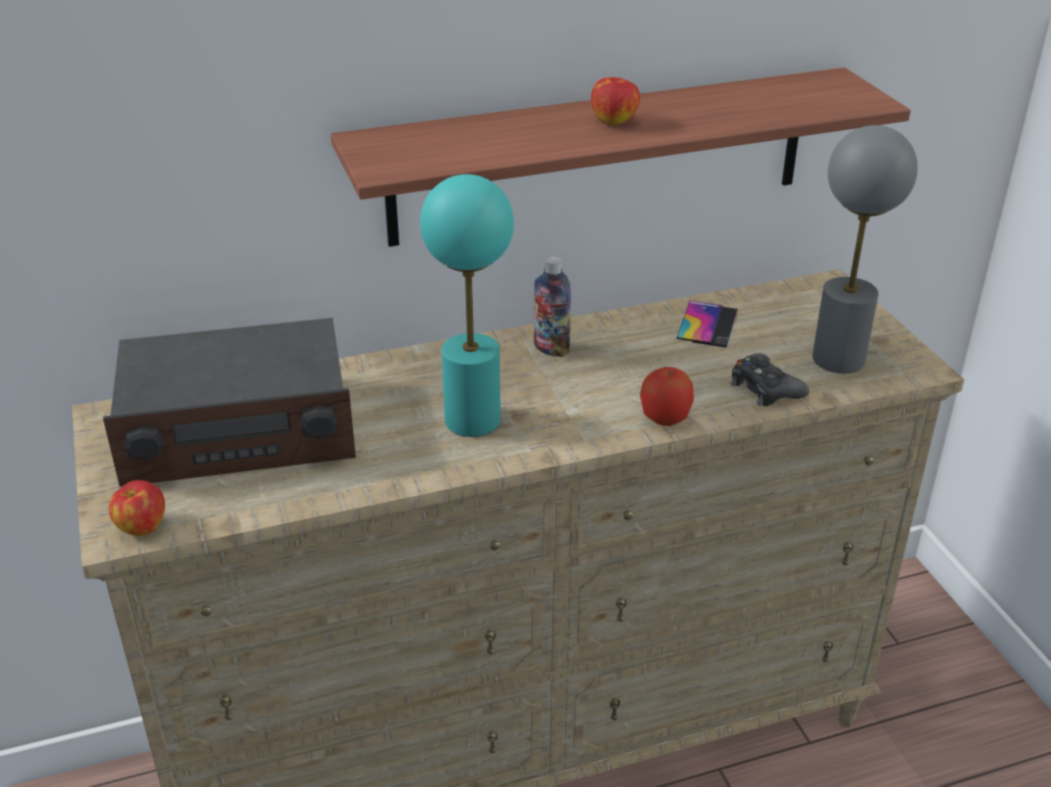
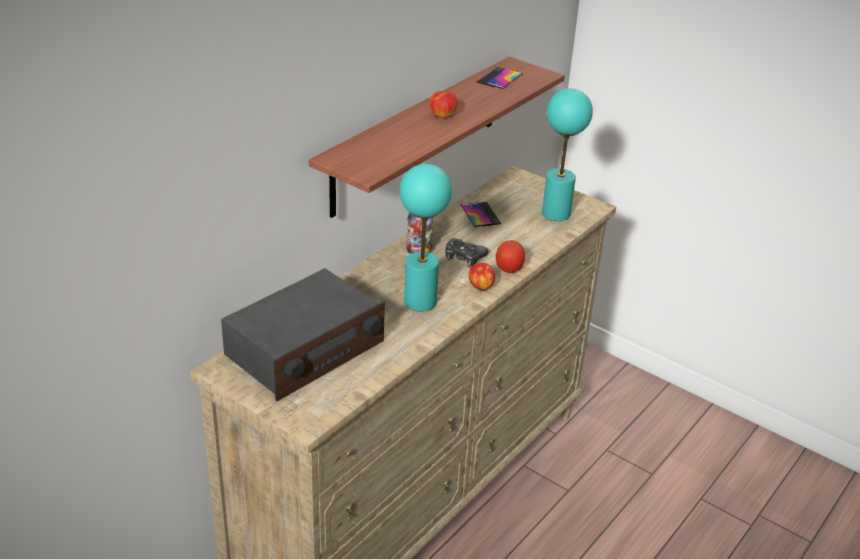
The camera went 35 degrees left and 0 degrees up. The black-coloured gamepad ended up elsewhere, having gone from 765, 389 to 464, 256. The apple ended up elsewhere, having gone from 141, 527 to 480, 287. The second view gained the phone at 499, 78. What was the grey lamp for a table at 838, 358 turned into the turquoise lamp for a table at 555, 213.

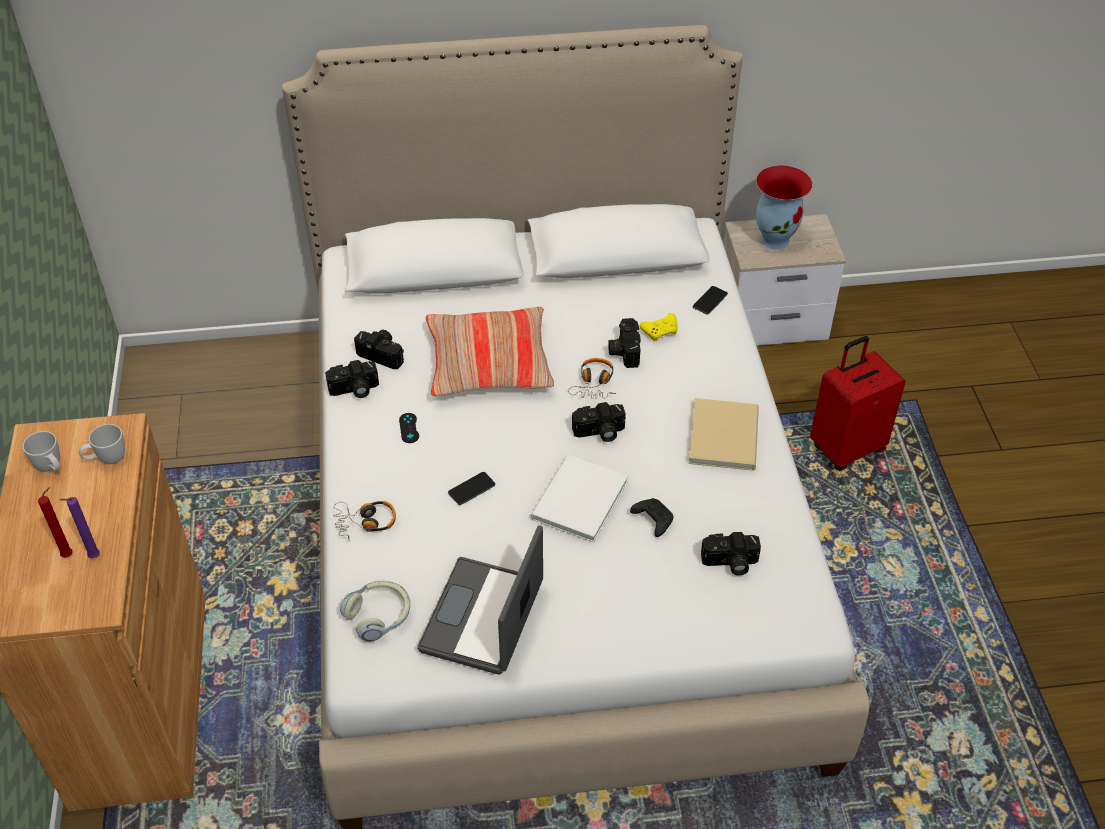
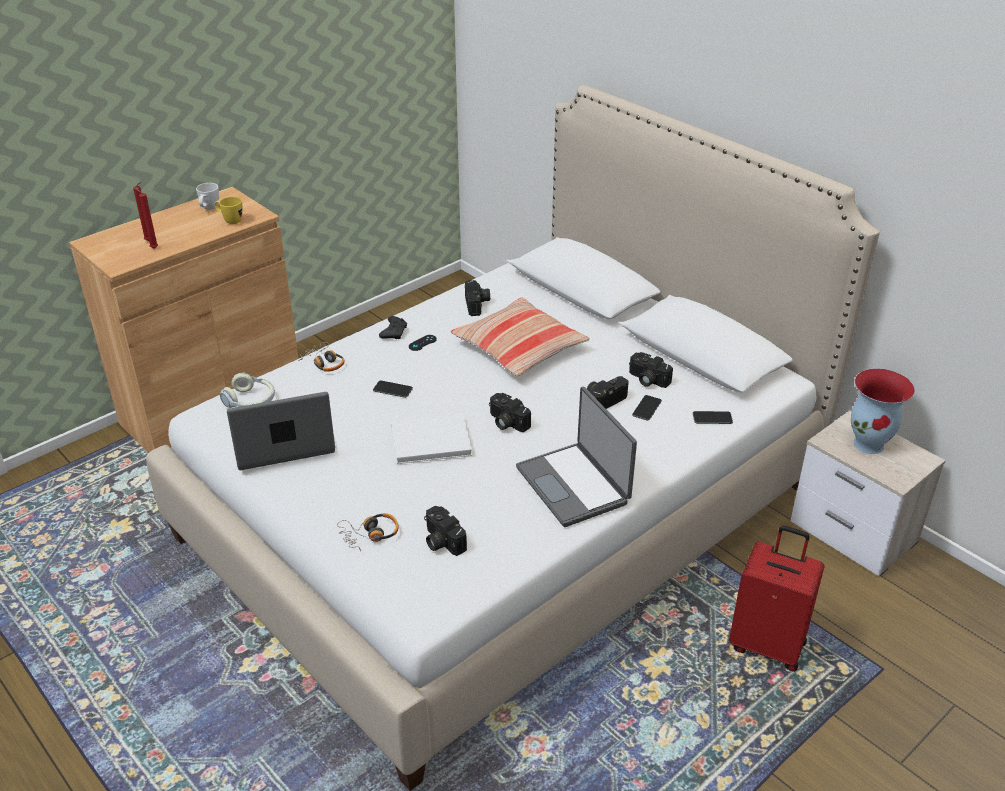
The camera went 55 degrees right and 10 degrees down. What was the purple candle at 92, 557 turned into the red-coloured candle at 153, 248. What was the whitish coffee mug at 107, 460 turned into the yellow coffee mug at 230, 221. The headset ended up elsewhere, having gone from 594, 384 to 370, 535. The black-coloured gamepad ended up elsewhere, having gone from 652, 520 to 394, 332. Where the sand-coloured volume stood at 726, 434, the laptop came to stand at 574, 485. The still camera ended up elsewhere, having gone from 354, 390 to 647, 380. Where the yellow gamepad stood at 661, 331, the phone came to stand at 646, 408.

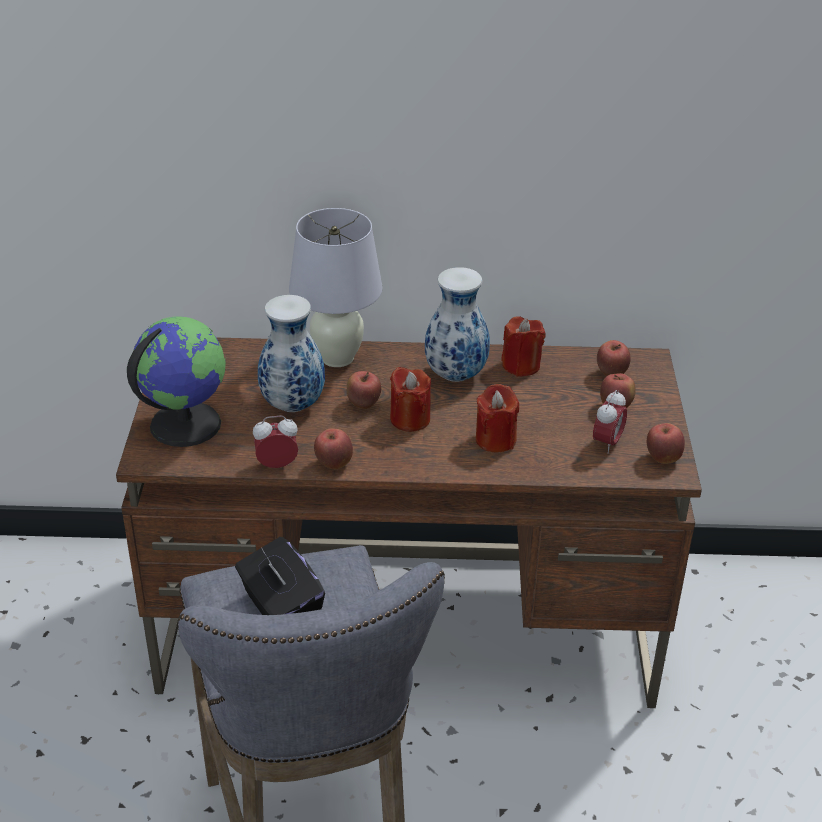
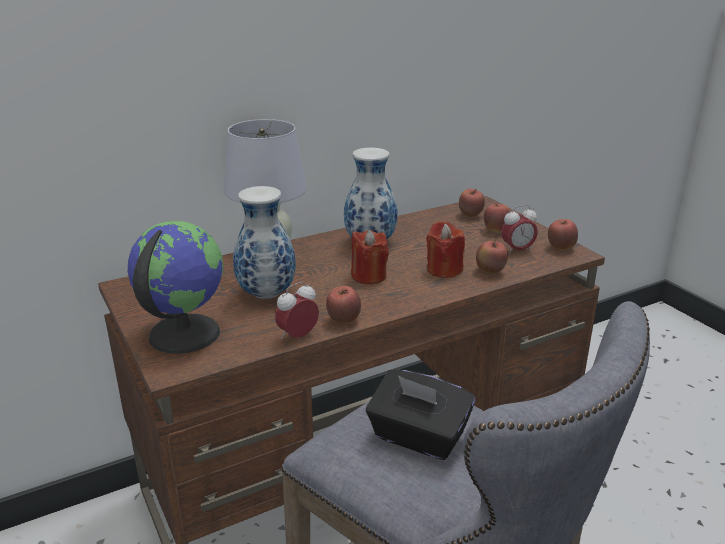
The camera went 30 degrees left and 10 degrees down. The apple ended up elsewhere, having gone from 363, 405 to 490, 271. The bedside clock at 607, 443 ended up facing another way, 75 degrees clockwise from before. The second view lost the red-coloured candle at 521, 365.

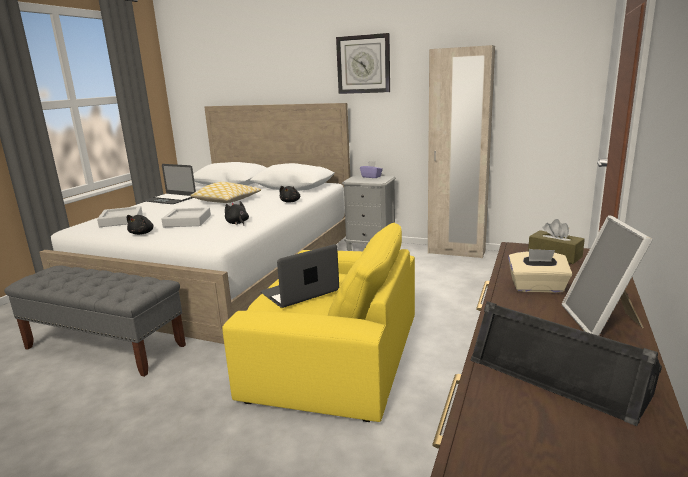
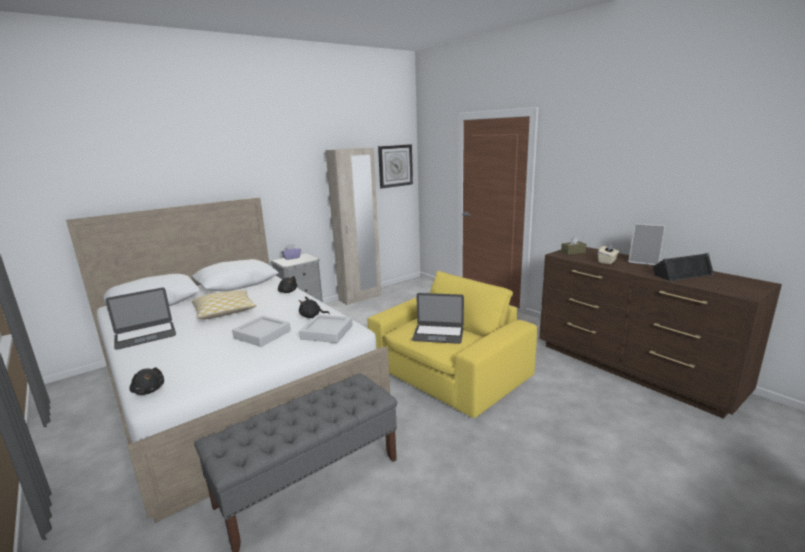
The camera went 60 degrees left and 0 degrees up. The black-coloured cuddly toy ended up elsewhere, having gone from 142, 233 to 149, 390. The grey serving tray ended up elsewhere, having gone from 121, 220 to 327, 332. The clock on the wall ended up elsewhere, having gone from 363, 64 to 395, 166. The laptop at 299, 292 ended up facing another way, 75 degrees counterclockwise from before.

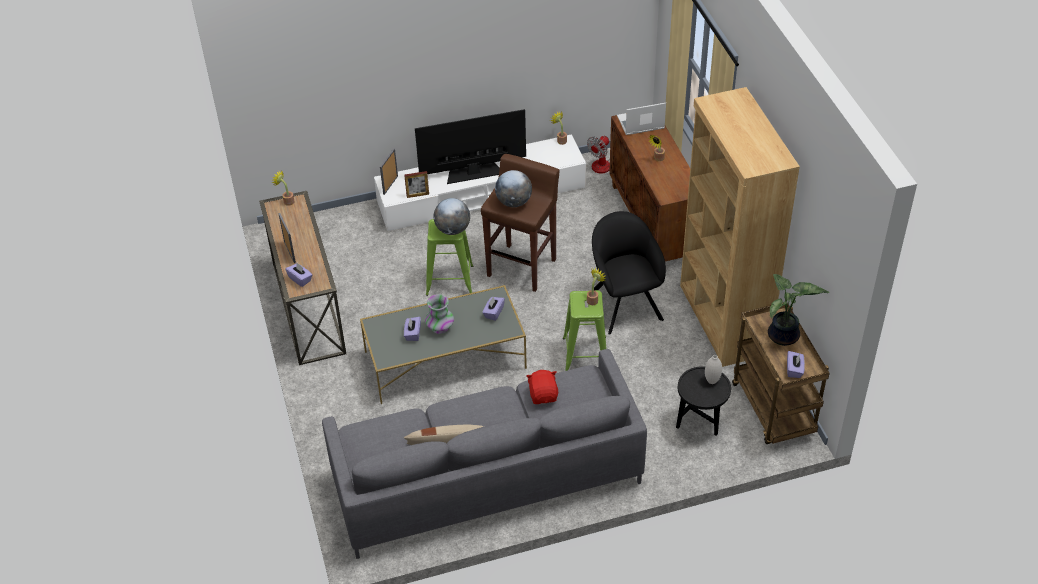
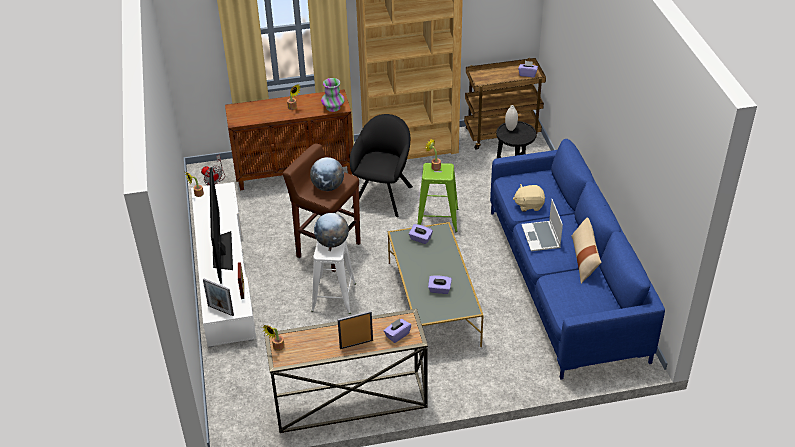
The camera went 85 degrees left and 5 degrees down. What was the green-coloured sitting stool at 450, 280 turned into the whitish sitting stool at 334, 297. The decorative vase ended up elsewhere, having gone from 440, 327 to 333, 108. The black-coloured lounge chair at 624, 303 ended up facing another way, 120 degrees clockwise from before. What was the grey sofa at 486, 477 turned into the blue-coloured sofa at 564, 282. What was the red-coloured cuddly toy at 543, 395 turned into the sand-coloured cuddly toy at 529, 205. The laptop ended up elsewhere, having gone from 640, 123 to 541, 237. The second view lost the plant in a pot at 784, 337.

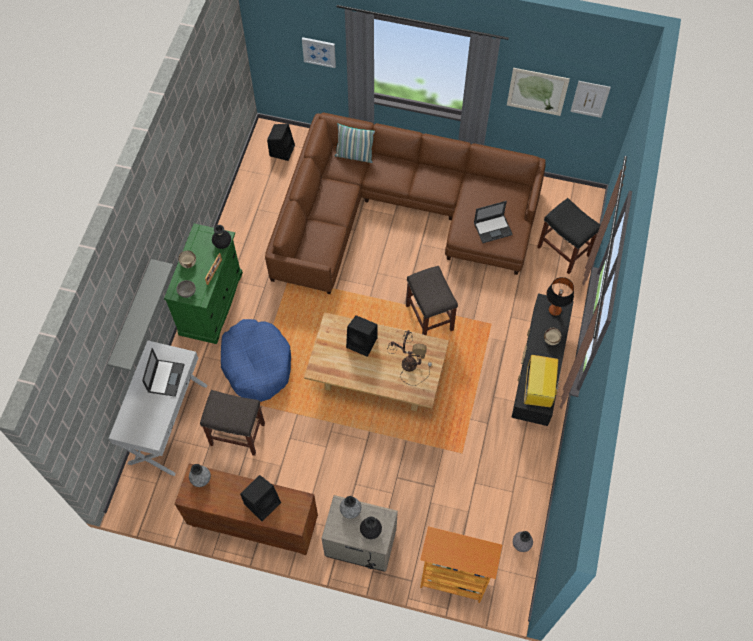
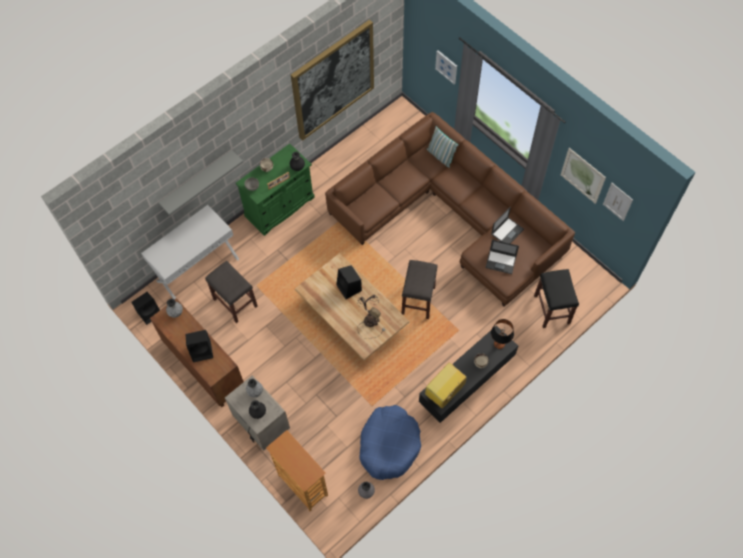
The camera went 35 degrees right and 0 degrees up. The black-coloured audio speaker ended up elsewhere, having gone from 282, 150 to 150, 312. The second view gained the wall picture at 333, 80. The blue-coloured dog bed ended up elsewhere, having gone from 256, 364 to 389, 445. The laptop ended up elsewhere, having gone from 166, 377 to 507, 231.

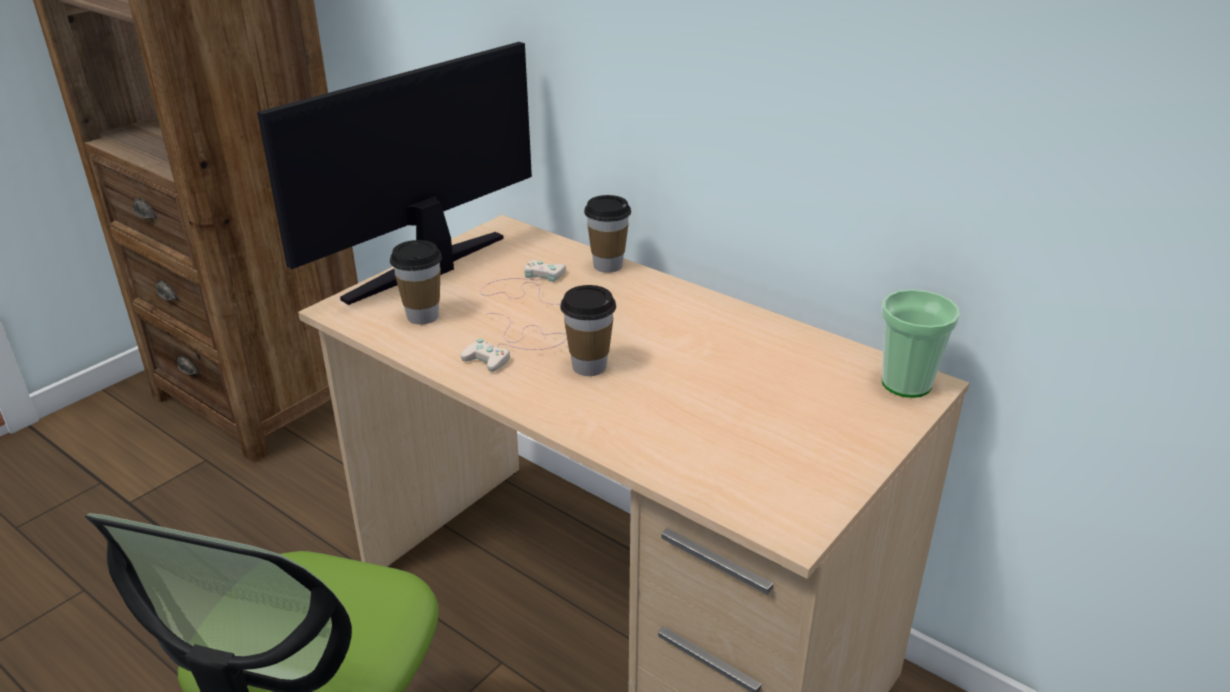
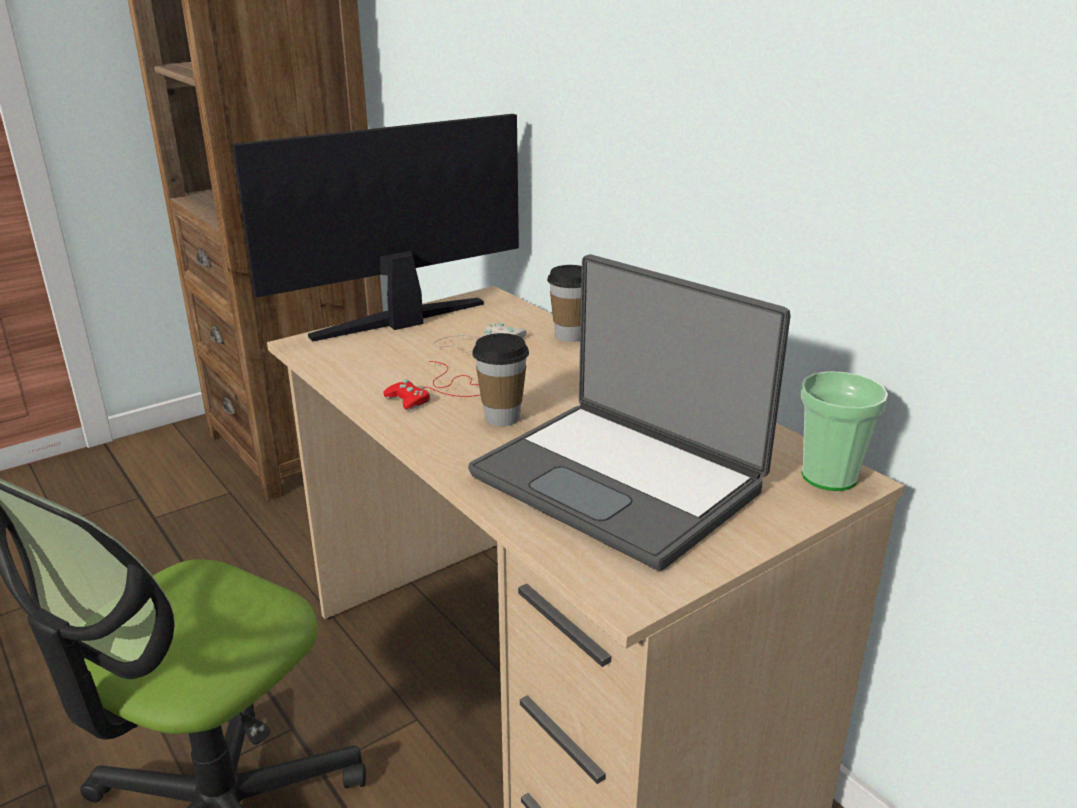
The camera went 15 degrees right and 5 degrees down. What was the whitish gamepad at 515, 346 turned into the red-coloured gamepad at 441, 392. The second view gained the laptop at 620, 481. The second view lost the cup at 422, 316.

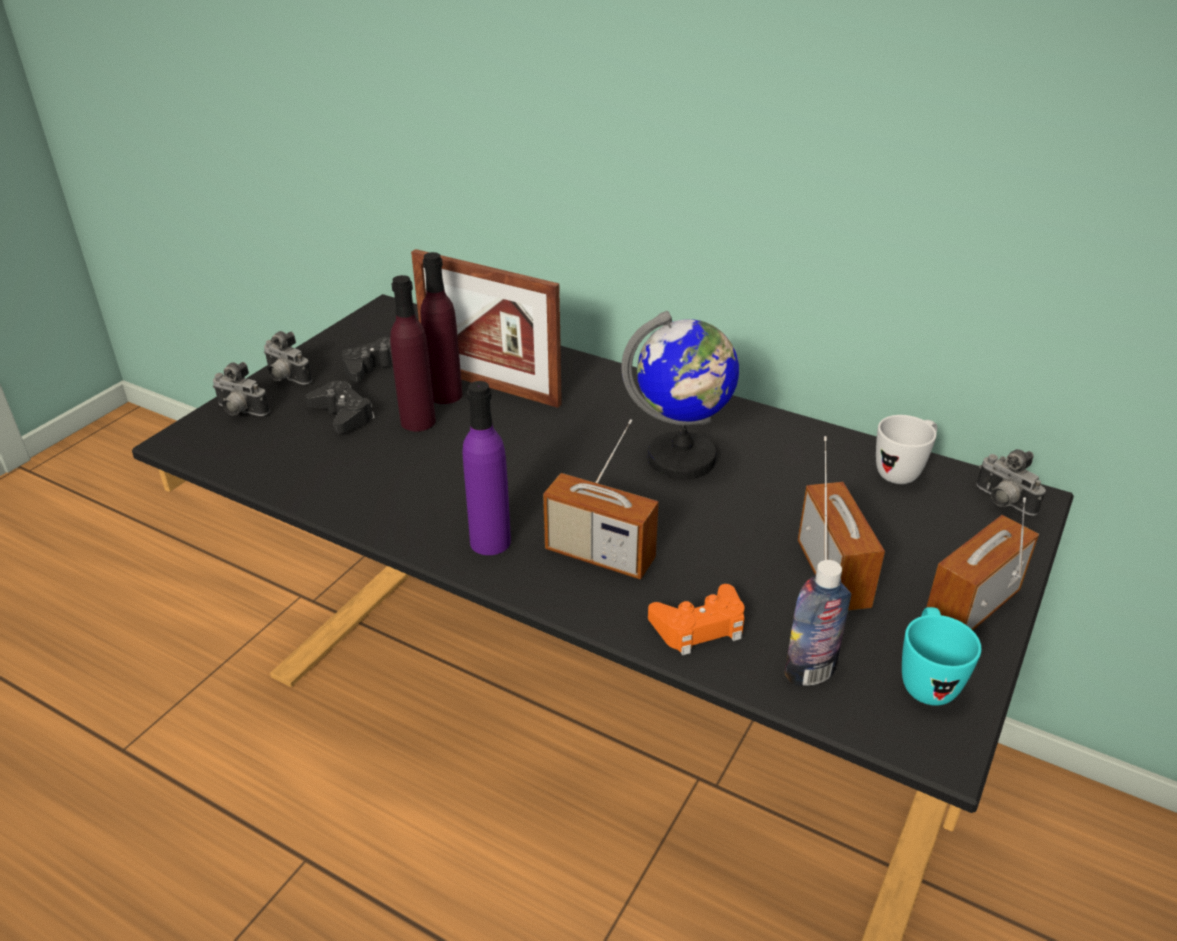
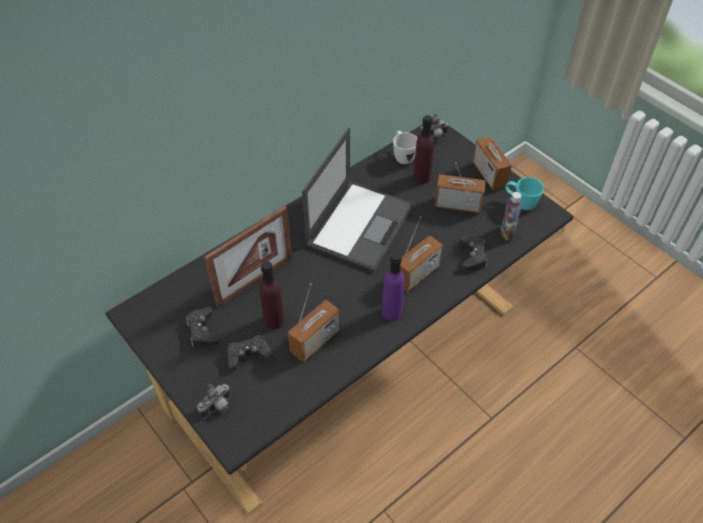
The camera went 70 degrees left and 15 degrees up. The second view gained the radio at 315, 341. Where the desk globe stood at 682, 459, the laptop came to stand at 360, 224. The purple bottle ended up elsewhere, having gone from 445, 395 to 421, 177. What was the orangey gamepad at 699, 626 turned into the black-coloured gamepad at 472, 256. The second view lost the still camera at 285, 379.

